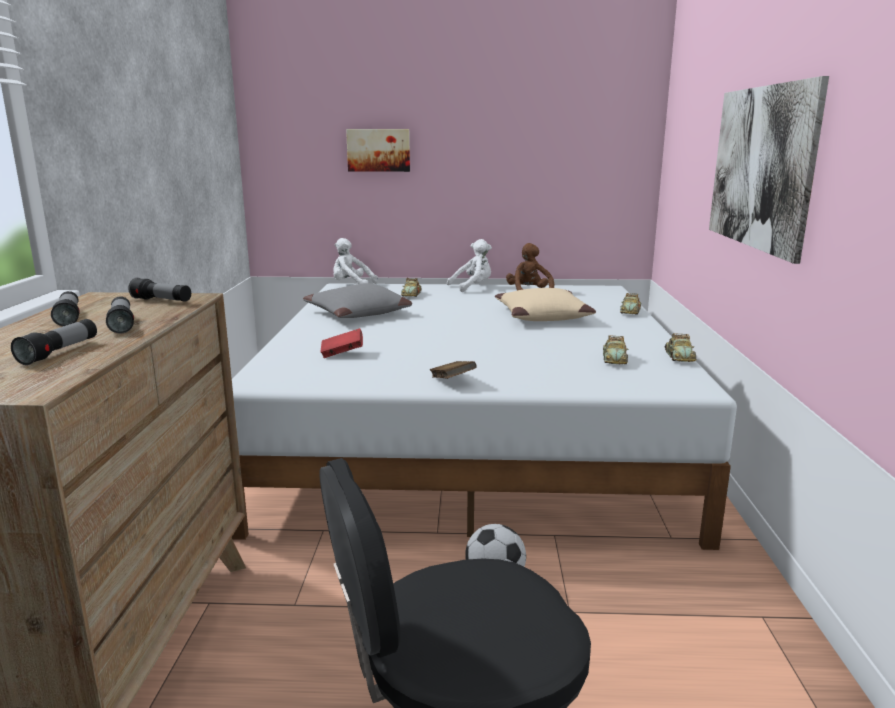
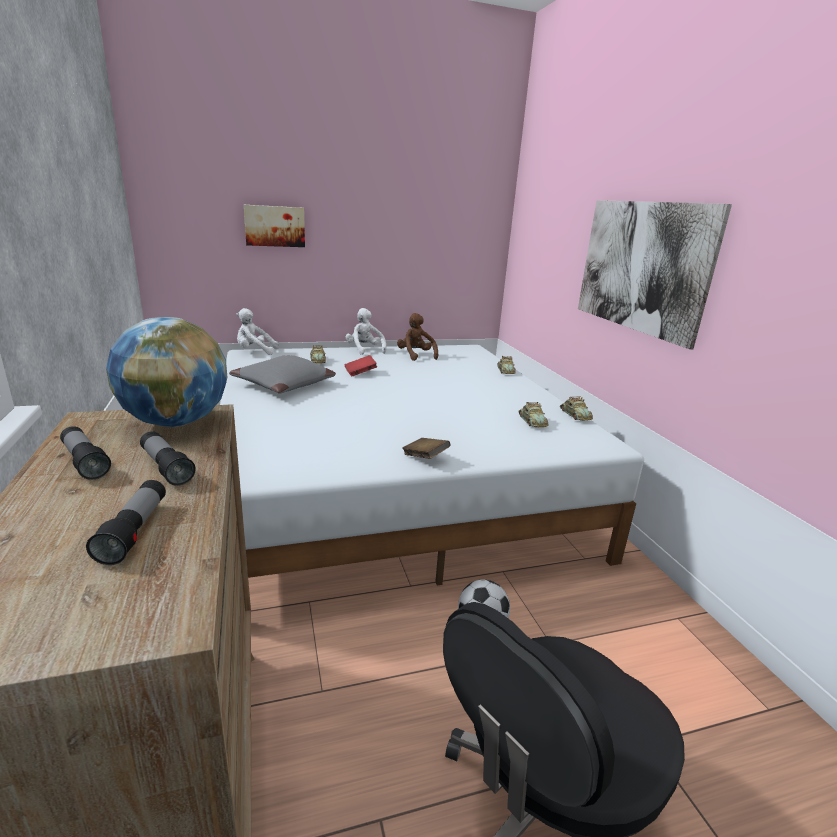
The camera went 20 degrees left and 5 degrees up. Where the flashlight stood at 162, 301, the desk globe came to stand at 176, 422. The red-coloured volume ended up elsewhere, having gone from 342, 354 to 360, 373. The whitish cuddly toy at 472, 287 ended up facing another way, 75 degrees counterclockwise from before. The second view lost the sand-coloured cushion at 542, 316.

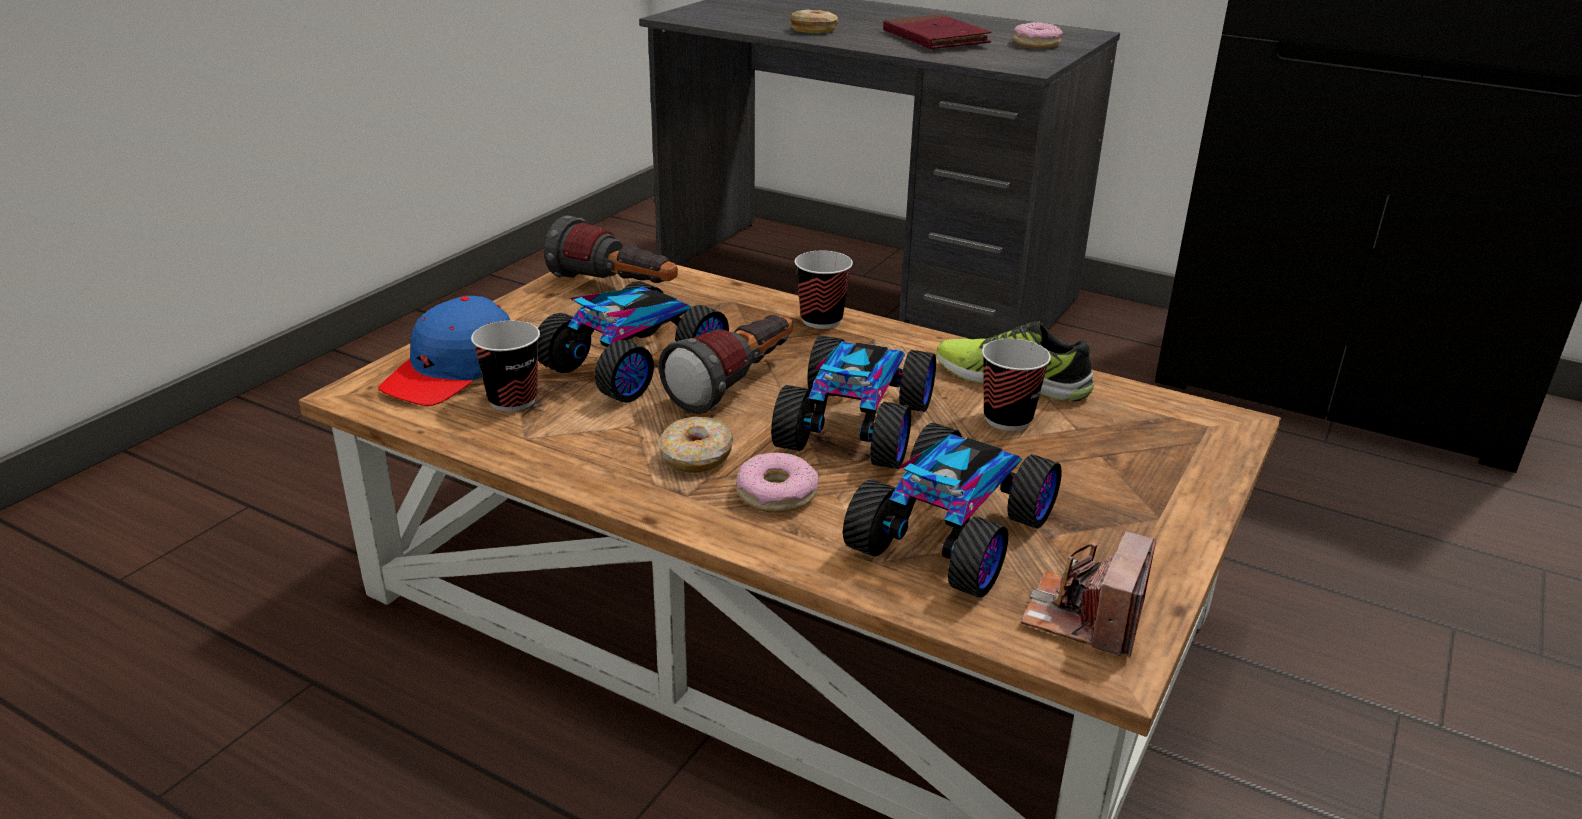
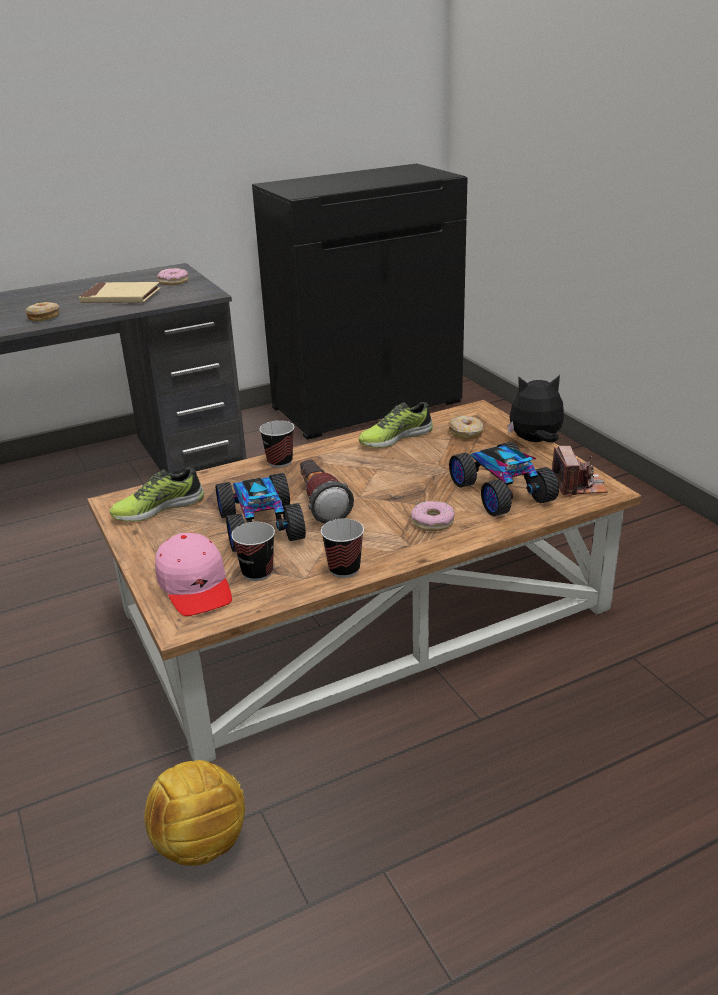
The camera went 55 degrees left and 0 degrees up. What was the red-coloured volume at 935, 39 turned into the sand-coloured volume at 121, 297. Where the flashlight stood at 616, 288, the low shoe came to stand at 158, 508. The second view gained the football ball at 201, 843. What was the blue-coloured peaked cap at 452, 371 turned into the pink peaked cap at 195, 586. The cup ended up elsewhere, having gone from 1007, 419 to 344, 569. The donut ended up elsewhere, having gone from 696, 457 to 466, 433. The second view gained the cuddly toy at 535, 441. The still camera at 1085, 617 ended up facing another way, 150 degrees counterclockwise from before. The second view lost the miniature car at 858, 425.

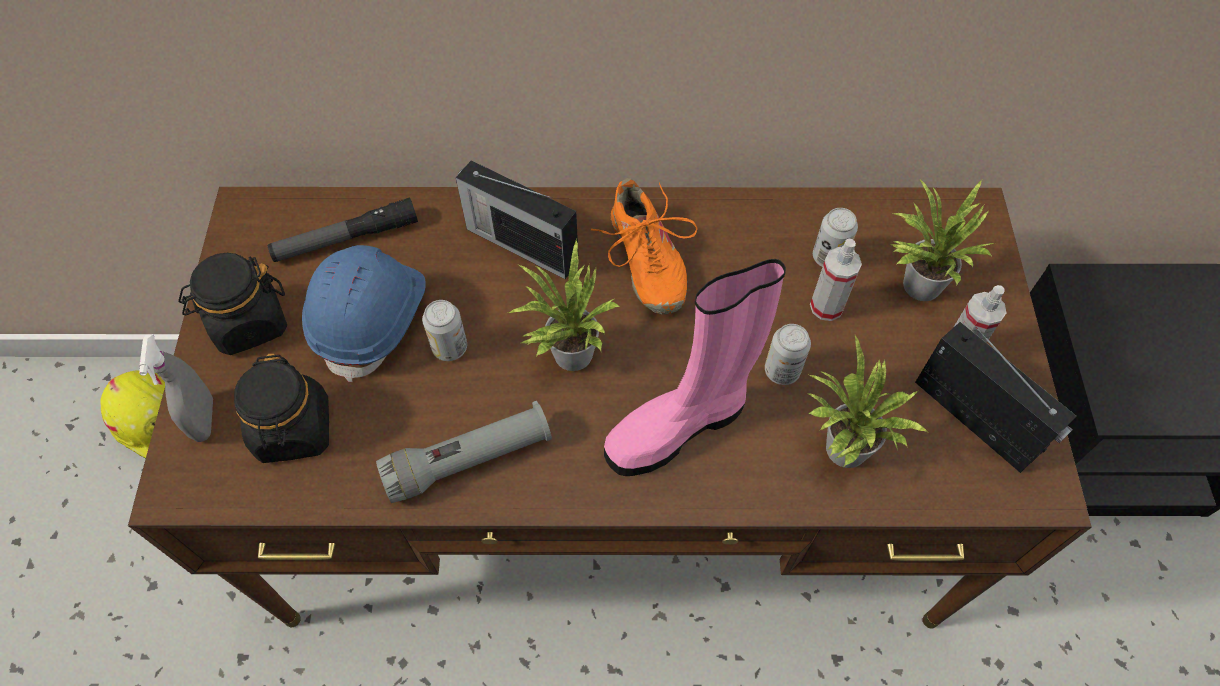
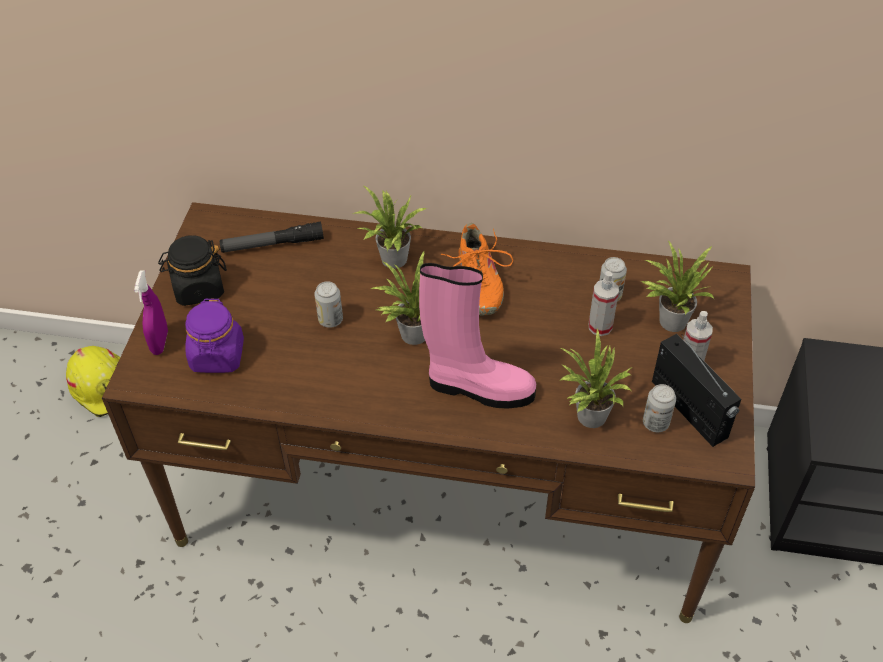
The camera went 10 degrees right and 10 degrees down. What was the grey spray bottle at 204, 419 turned into the purple spray bottle at 160, 342. What was the black-coloured jar at 294, 429 turned into the purple jar at 217, 356. Where the radio stood at 520, 243, the plant in a pot came to stand at 392, 261. The pink boot at 679, 427 ended up facing another way, 150 degrees counterclockwise from before. The metal can ended up elsewhere, having gone from 782, 371 to 655, 423. The second view lost the blue-coloured work helmet at 372, 319. The second view lost the grey flashlight at 468, 460.

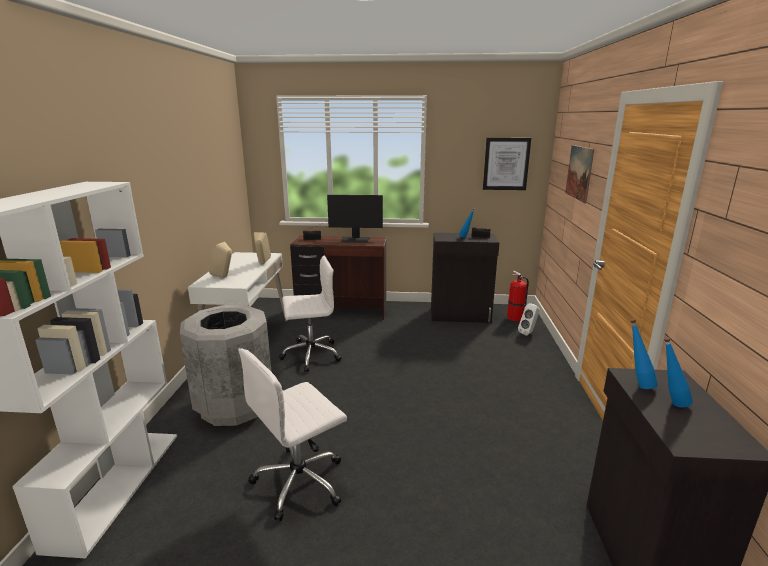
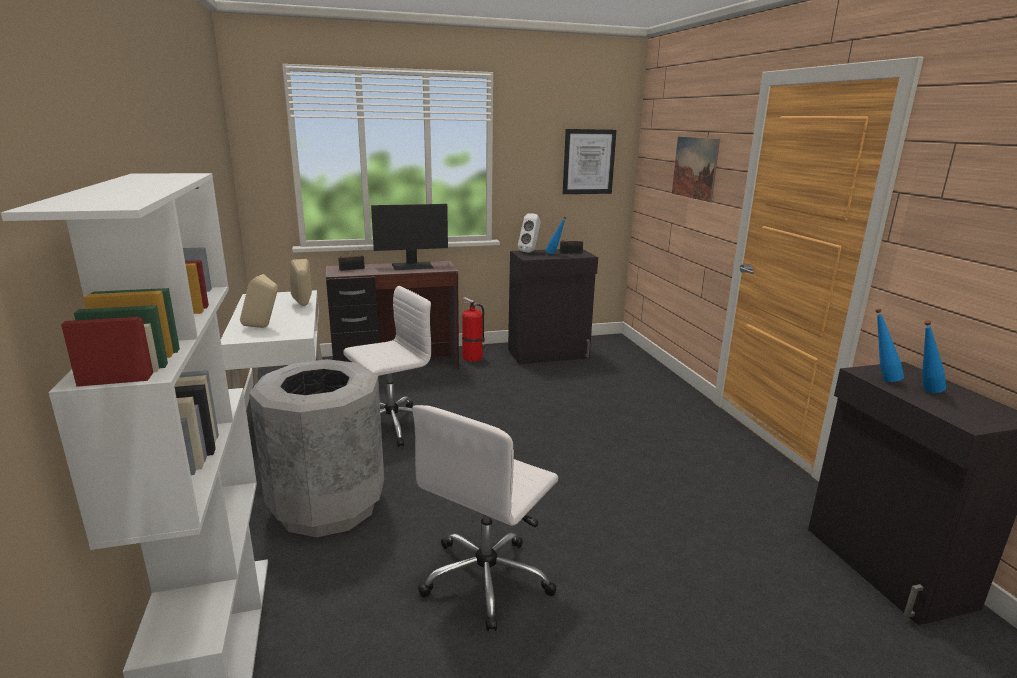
The camera went 20 degrees left and 0 degrees up. The fire extinguisher ended up elsewhere, having gone from 516, 318 to 473, 357. The whitish audio speaker ended up elsewhere, having gone from 528, 333 to 530, 251.

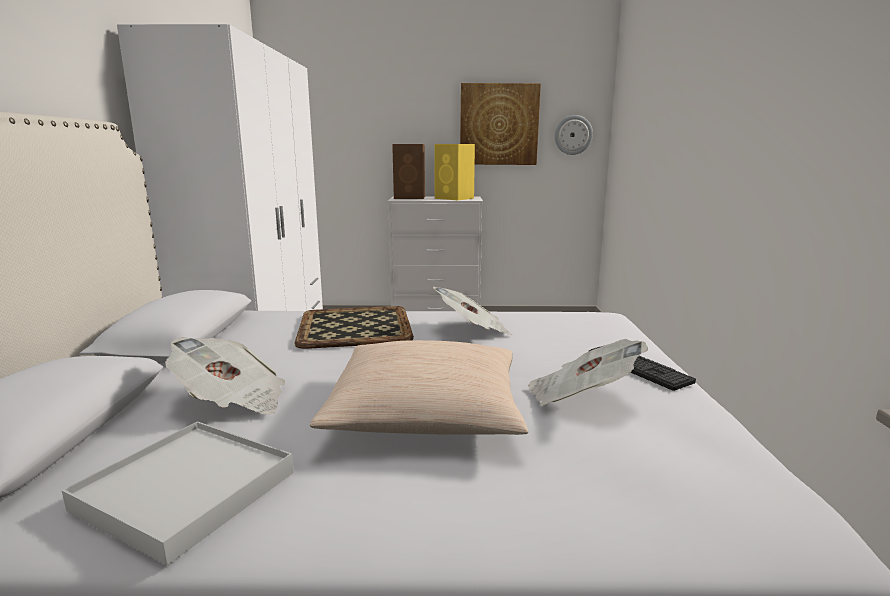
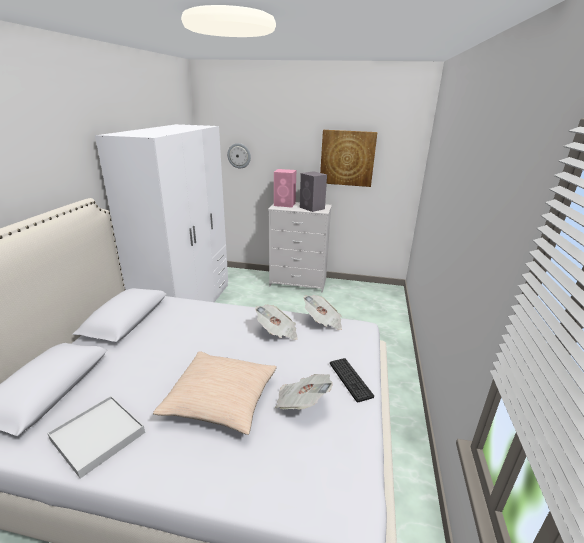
The camera went 10 degrees right and 10 degrees up. The clock on the wall ended up elsewhere, having gone from 573, 135 to 239, 155. What was the brown audio speaker at 410, 197 turned into the pink audio speaker at 285, 204. What was the yellow audio speaker at 455, 198 turned into the grey audio speaker at 312, 208. The daily paper ended up elsewhere, having gone from 233, 401 to 323, 321. The second view lost the serving tray at 354, 327.

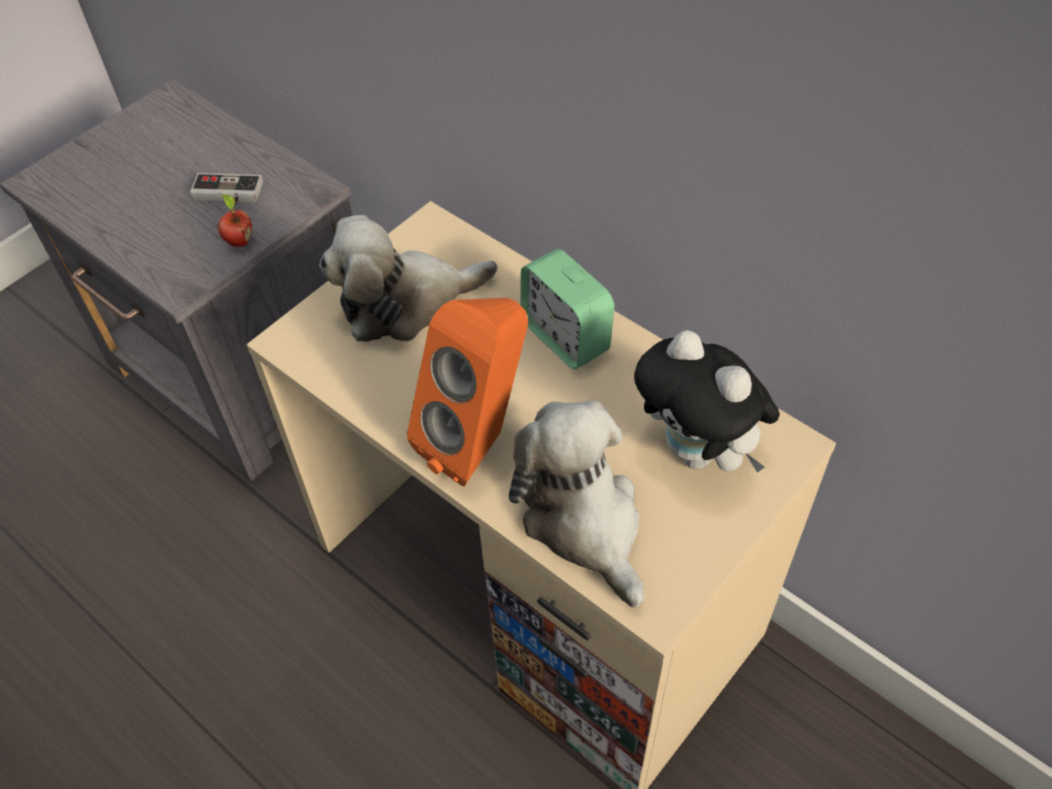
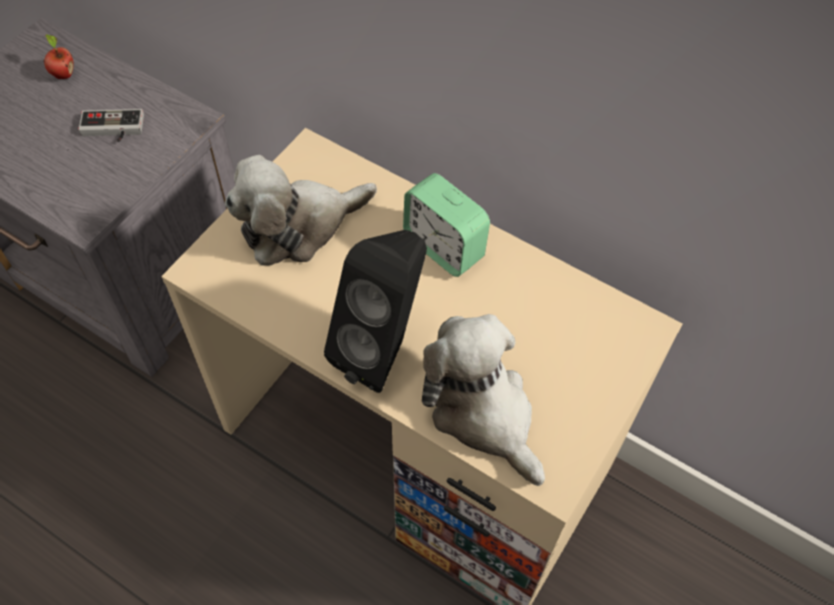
The camera went 10 degrees left and 5 degrees up. The apple ended up elsewhere, having gone from 239, 241 to 63, 74. What was the orangey audio speaker at 479, 441 turned into the black-coloured audio speaker at 383, 348. The second view lost the cuddly toy at 699, 452.

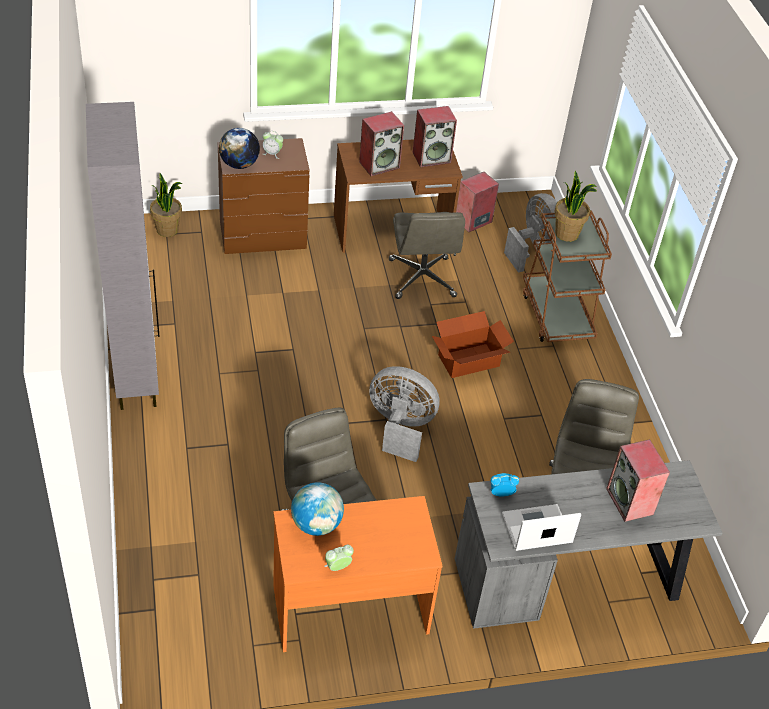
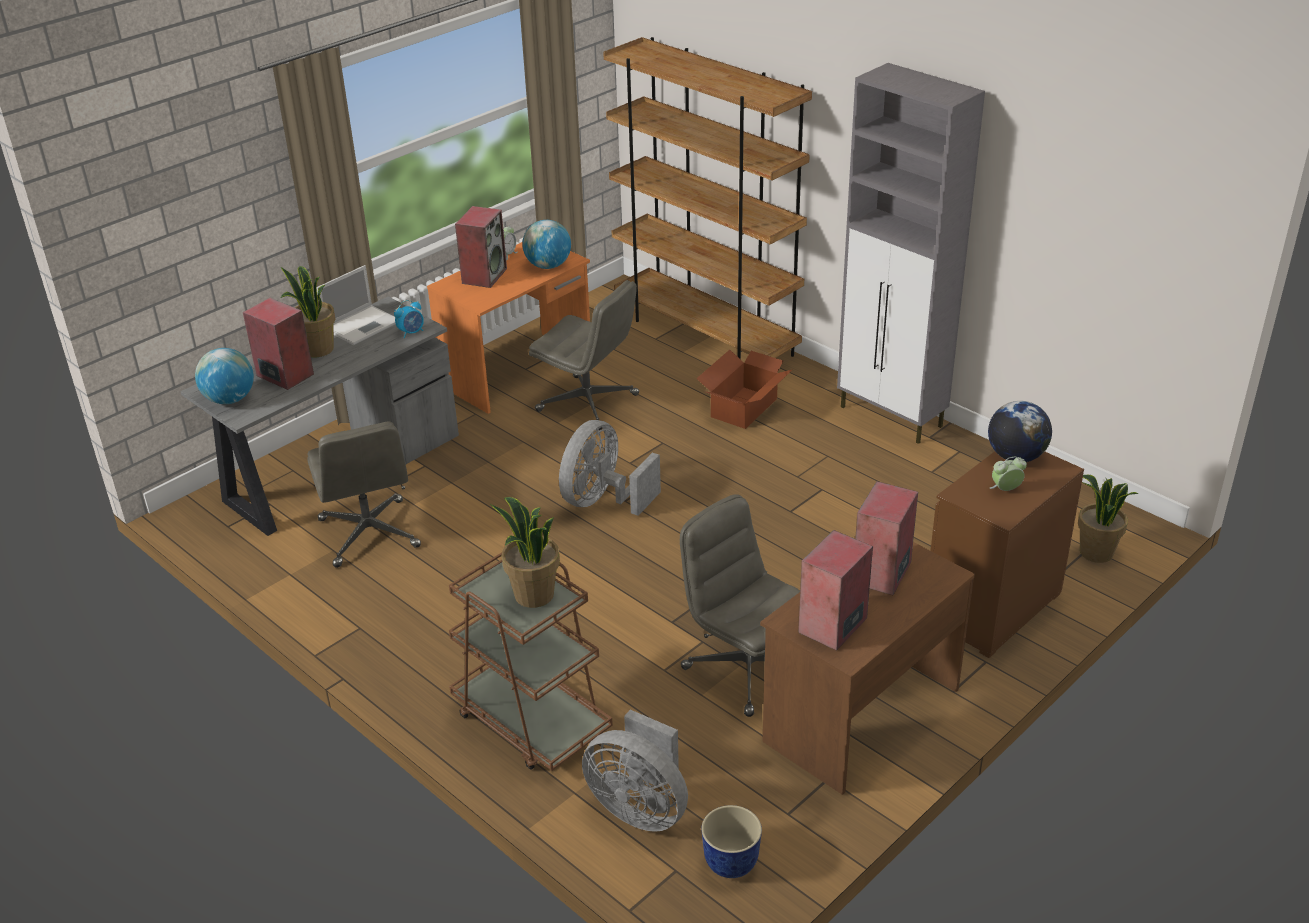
The camera went 150 degrees right and 10 degrees down. The second view gained the desk globe at 229, 399. The second view gained the plant in a pot at 317, 349. The audio speaker ended up elsewhere, having gone from 473, 221 to 484, 275. The grey fan at 400, 428 ended up facing another way, 135 degrees clockwise from before. The second view gained the brown shelving unit at 706, 334. The packing box ended up elsewhere, having gone from 468, 360 to 745, 408. The second view gained the planter at 730, 864.

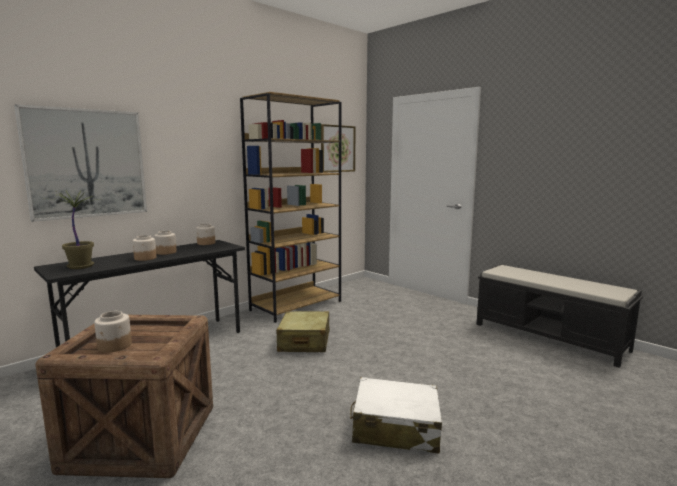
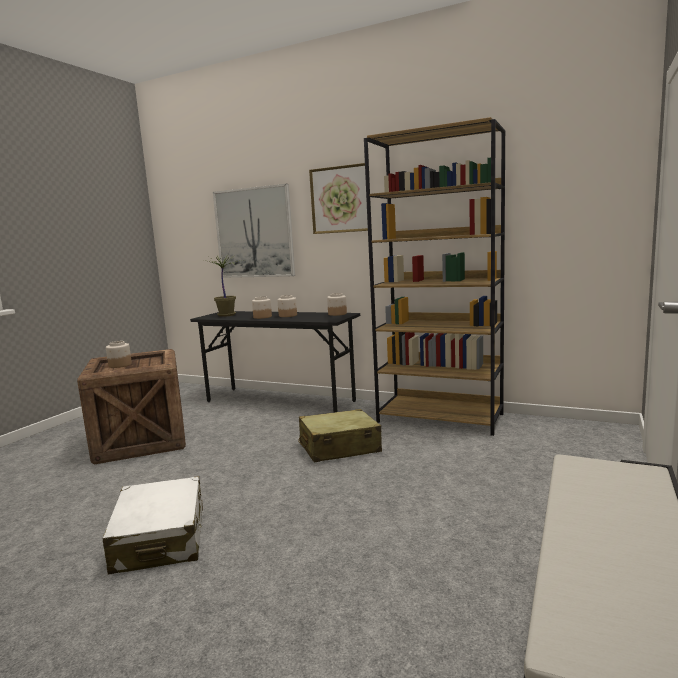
The camera went 70 degrees right and 0 degrees up. The wall picture ended up elsewhere, having gone from 337, 148 to 340, 199.

